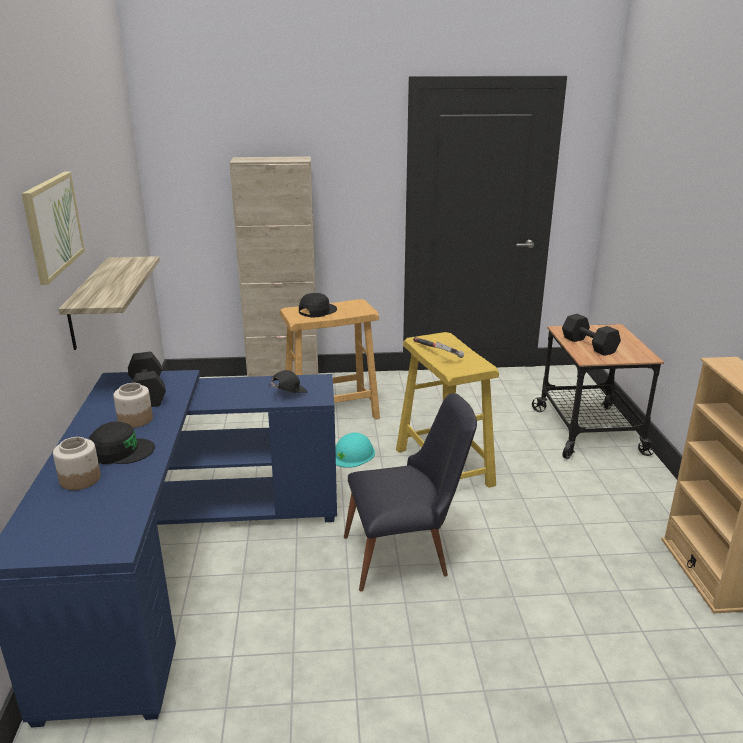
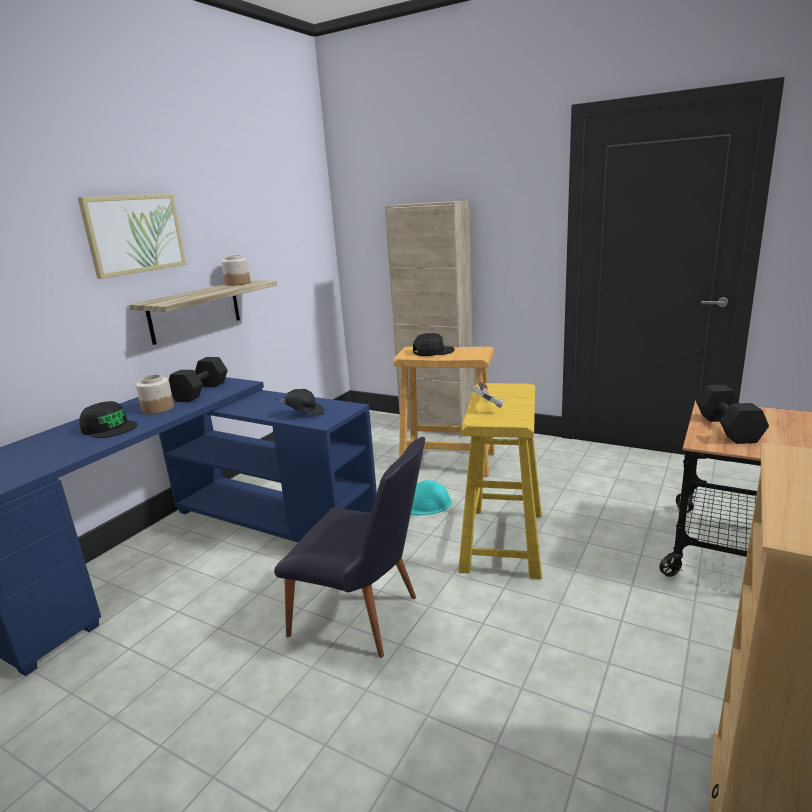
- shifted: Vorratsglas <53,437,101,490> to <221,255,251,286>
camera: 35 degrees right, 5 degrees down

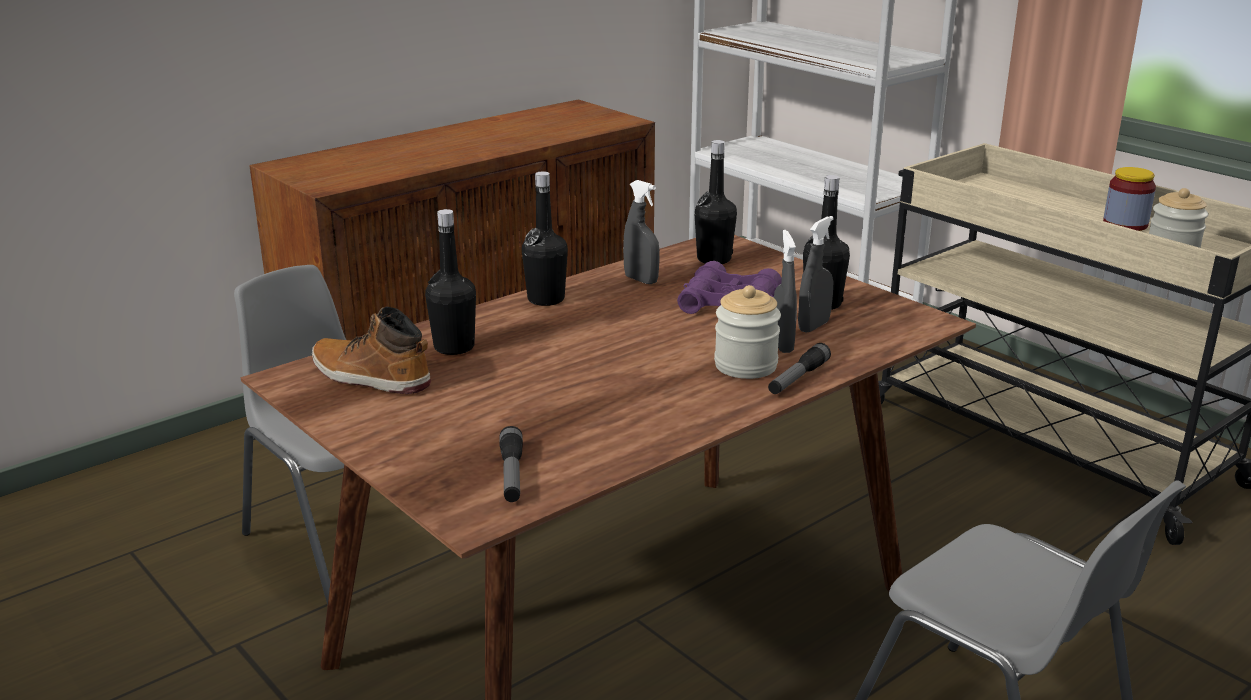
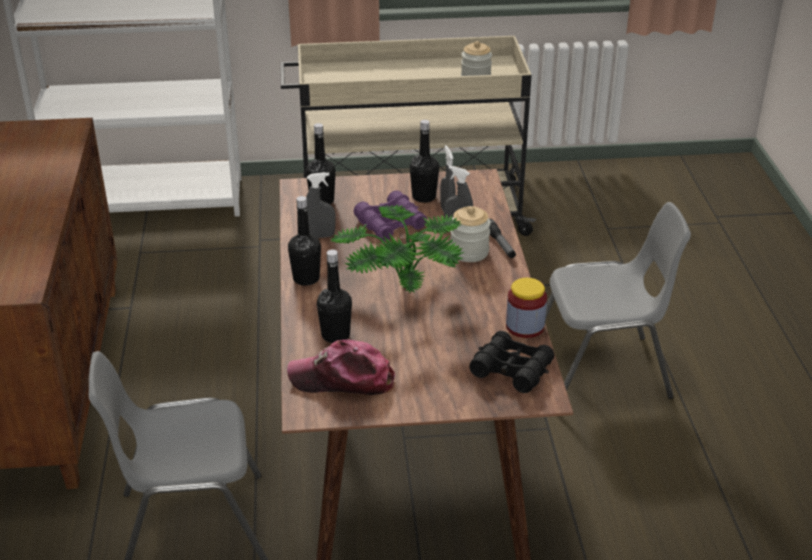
- swapped: Stiefel <312,307,431,394> to Kappe <287,339,395,395>
- swapped: Taschenlampe <499,426,523,502> to Fernglas [schwarz] <469,331,555,393>
- shifted: Vorratsglas <1103,167,1156,231> to <506,278,547,338>
- new: Topfpflanze <331,205,464,293>
camera: 55 degrees left, 10 degrees up

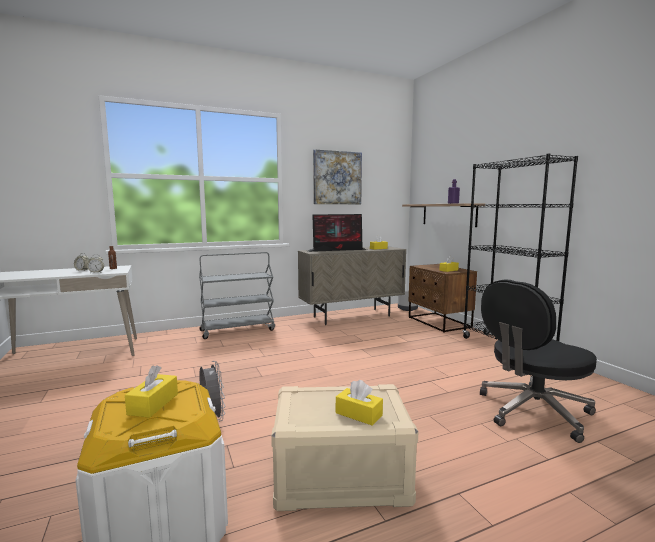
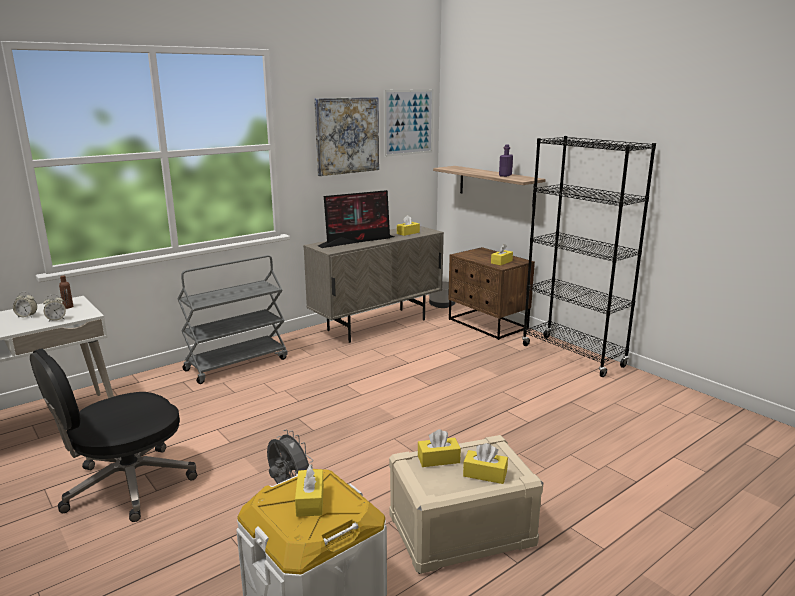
- shifted: Bürostuhl [schwarz] <480,280,597,443> to <30,348,197,522>
- new: Bild <384,89,434,157>
- new: Taschentuchbox [gelb] <418,429,461,467>
camera: 15 degrees left, 10 degrees up

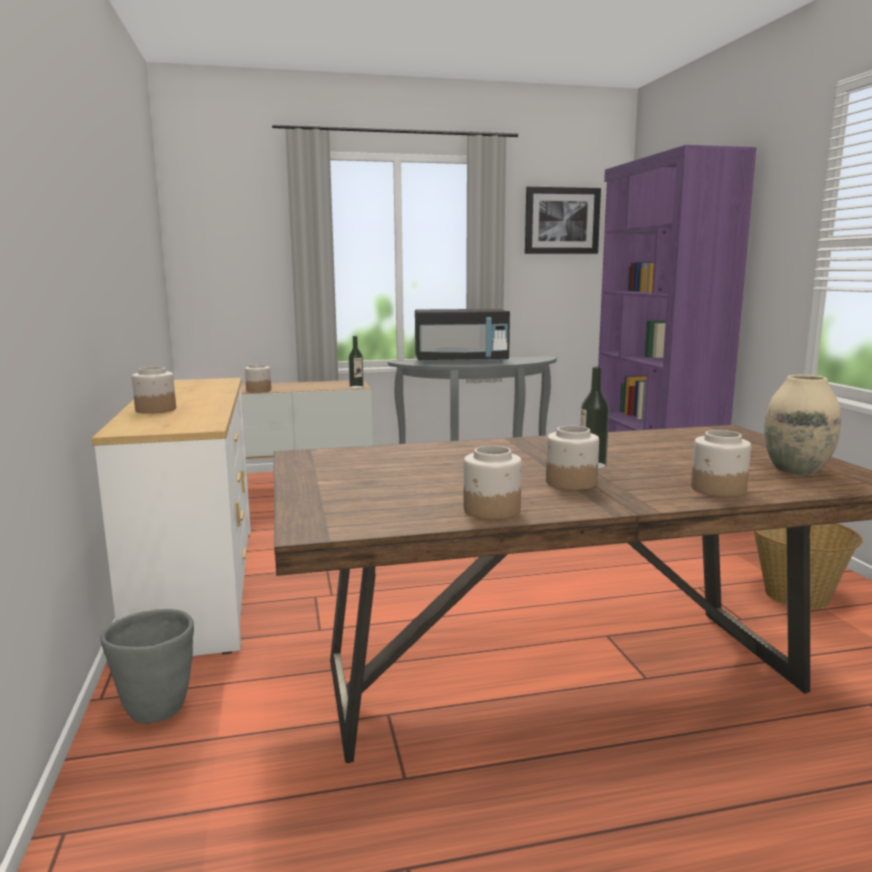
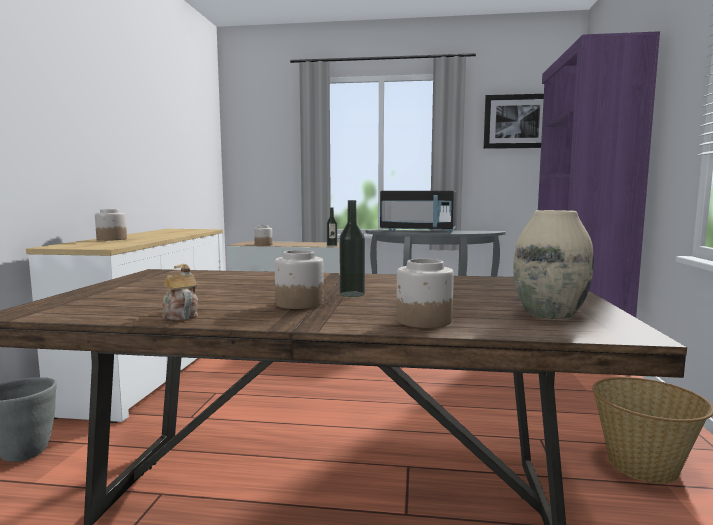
- swapped: Vorratsglas <464,446,522,519> to Teekanne <162,264,198,320>
camera: 20 degrees right, 5 degrees down

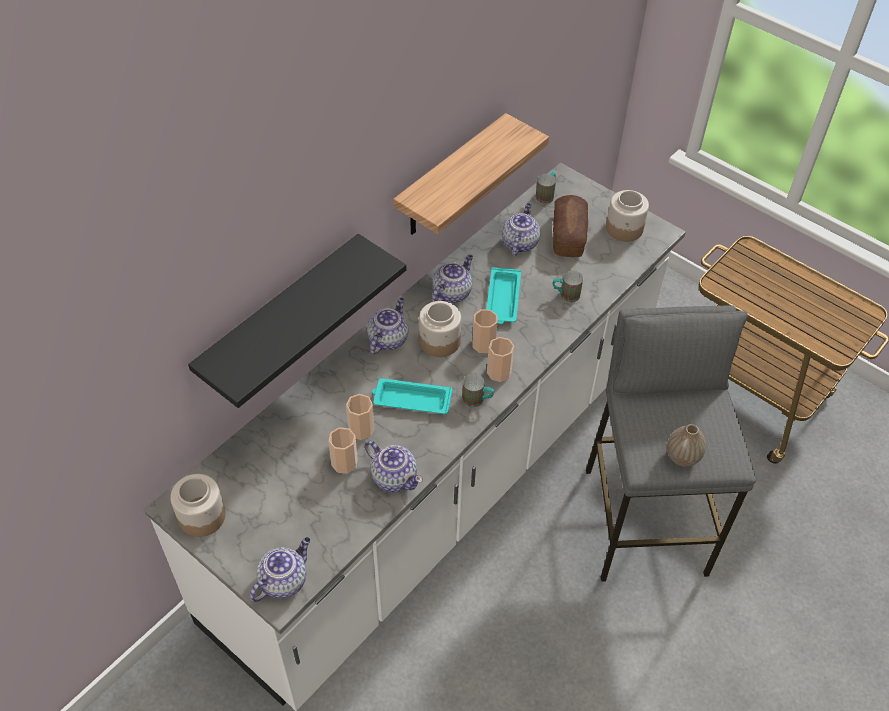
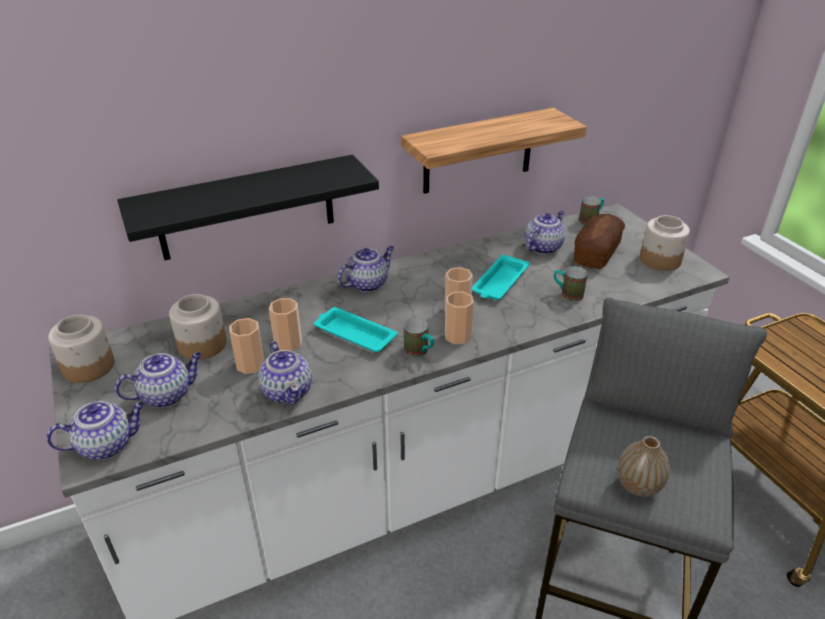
- shifted: Vorratsglas <419,301,461,357> to <169,294,226,360>
- shifted: Teekanne <432,255,473,303> to <115,352,202,407>
camera: 25 degrees right, 15 degrees down

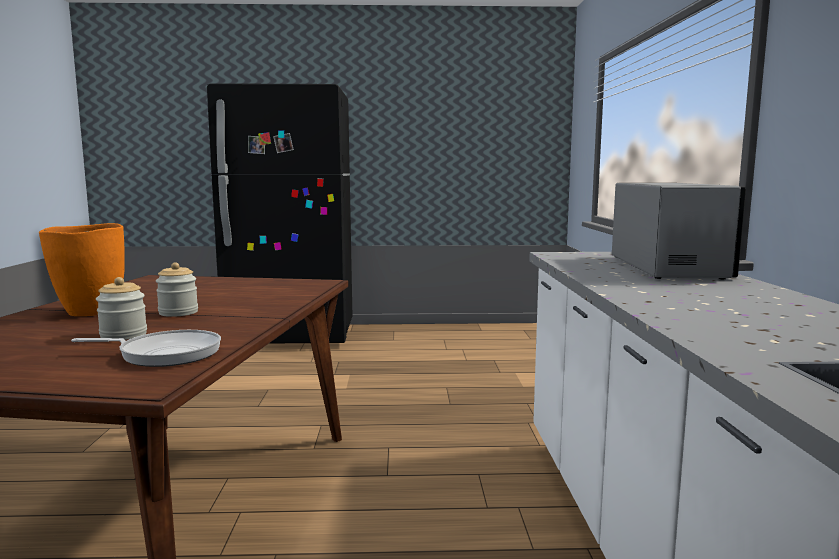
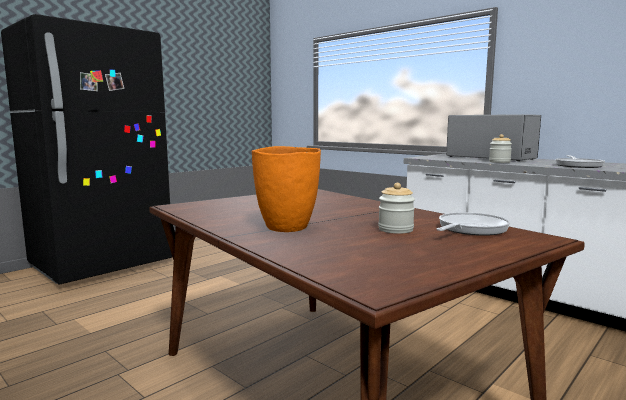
- shifted: Vorratsglas <156,262,198,317> to <489,134,512,163>
- new: Pfanne <555,155,605,168>
camera: 45 degrees left, 0 degrees up

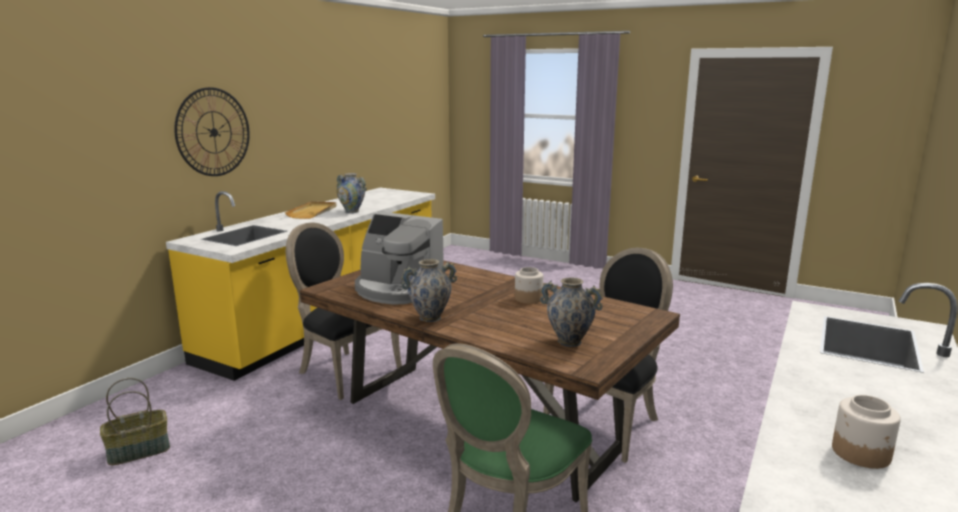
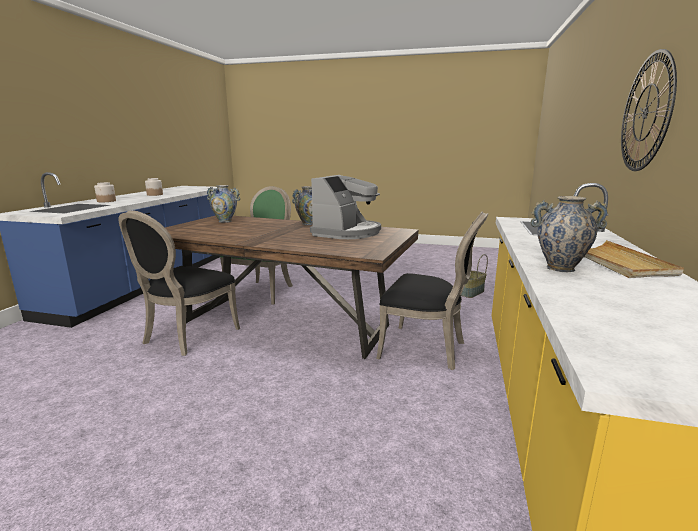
- rotated: Kaffeemaschine <355,212,444,305> = <310,175,381,239> 105 degrees clockwise
- shifted: Vorratsglas <515,267,543,304> to <94,182,116,202>
camera: 165 degrees right, 0 degrees up

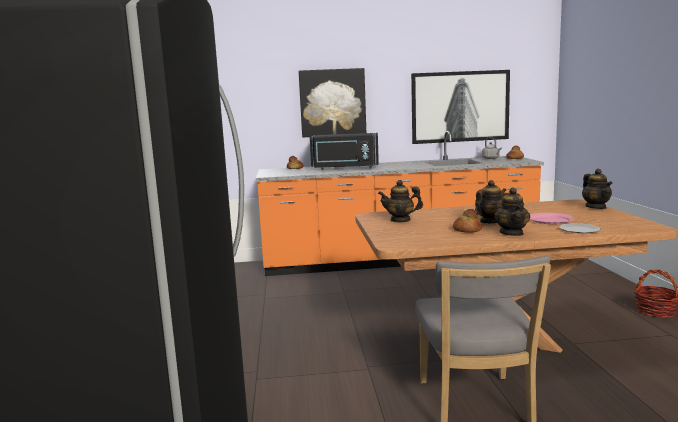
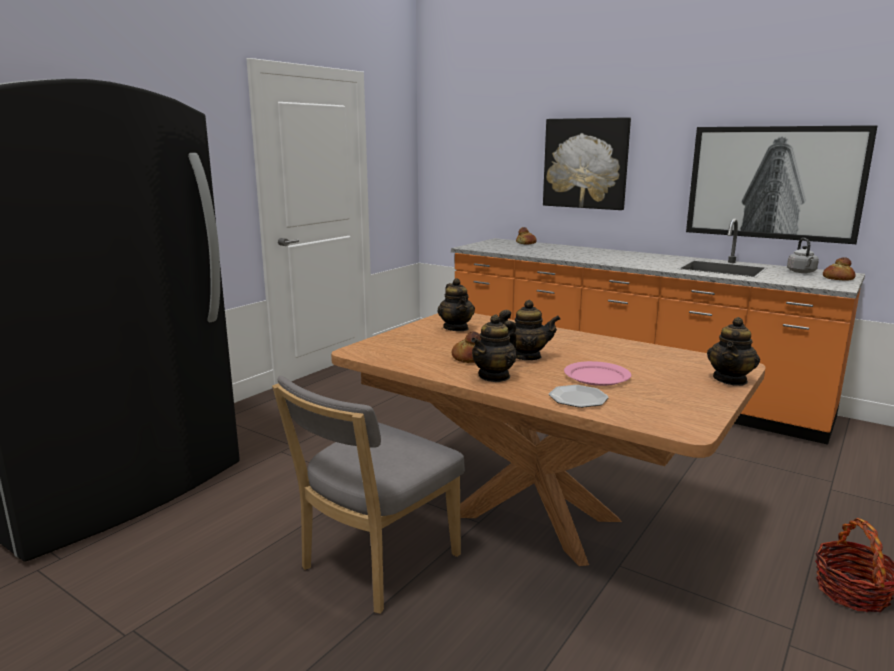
- gone: Mikrowelle [schwarz] <310,133,379,170>
- rotated: Teekanne <378,180,423,223> = <438,278,475,331> 150 degrees counterclockwise
camera: 40 degrees right, 5 degrees up

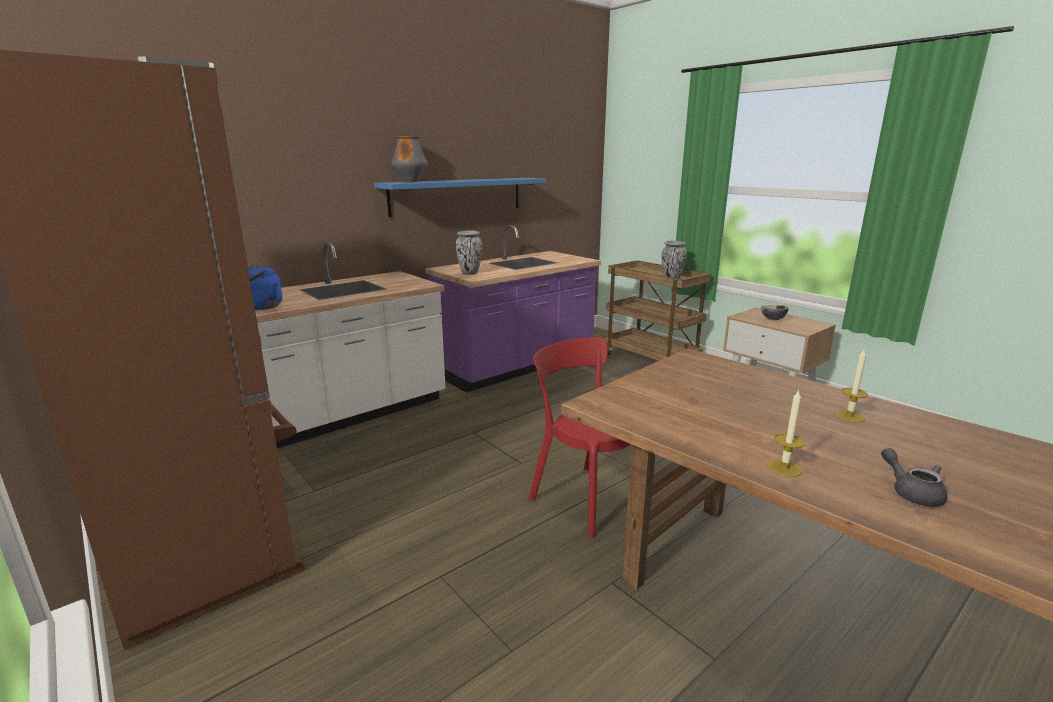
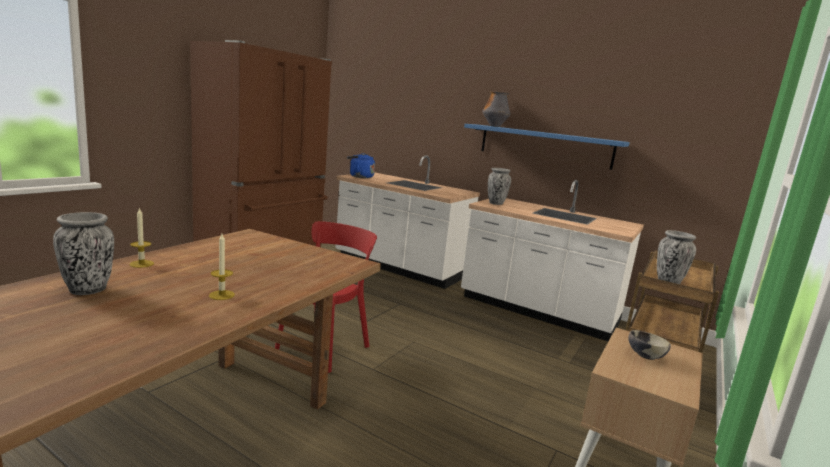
- repainted: Küchenzeile [lila] <425,225,601,393> to Küchenzeile [weiß] <461,180,644,341>
- swapped: Teekanne [grau] <881,448,947,507> to Vase <53,212,114,295>
camera: 70 degrees right, 5 degrees down

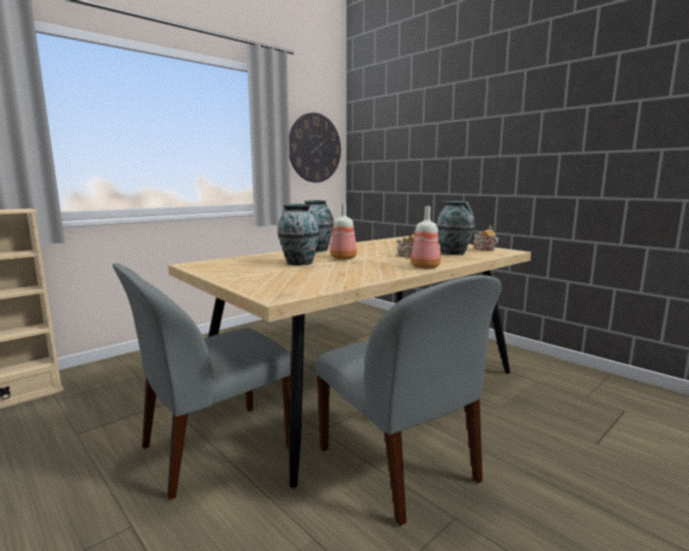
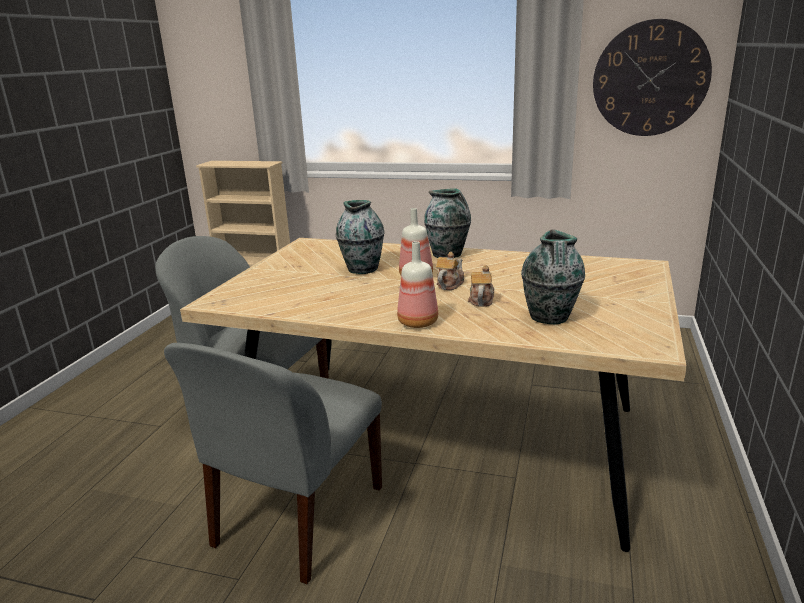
- shifted: Teekanne <473,225,498,251> to <436,252,464,290>
camera: 60 degrees right, 10 degrees up

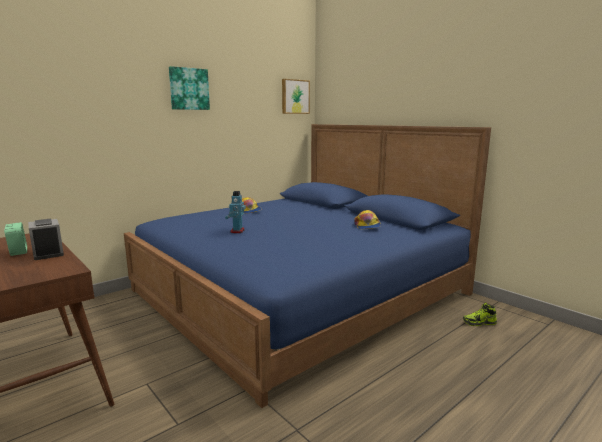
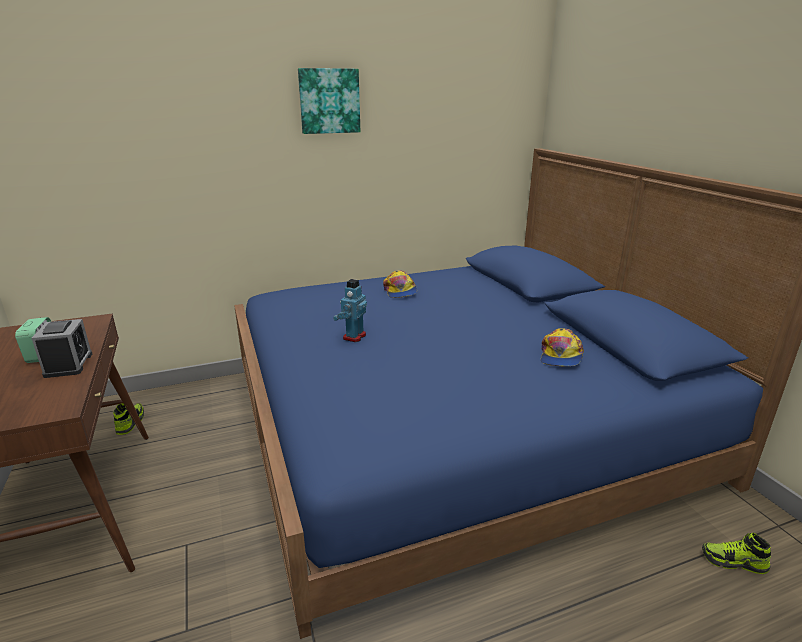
- gone: Bild <282,79,310,114>
- new: Schuh <113,403,144,435>
camera: 20 degrees right, 10 degrees up

